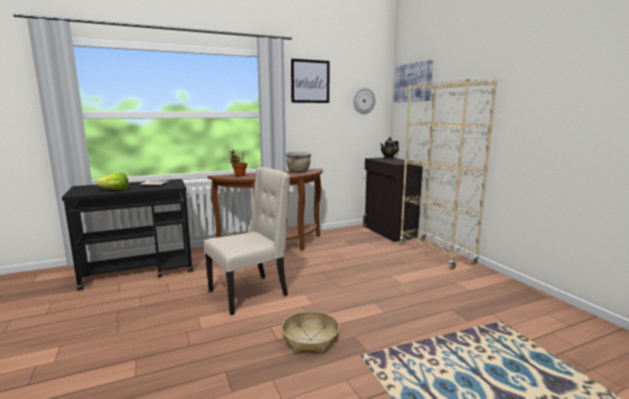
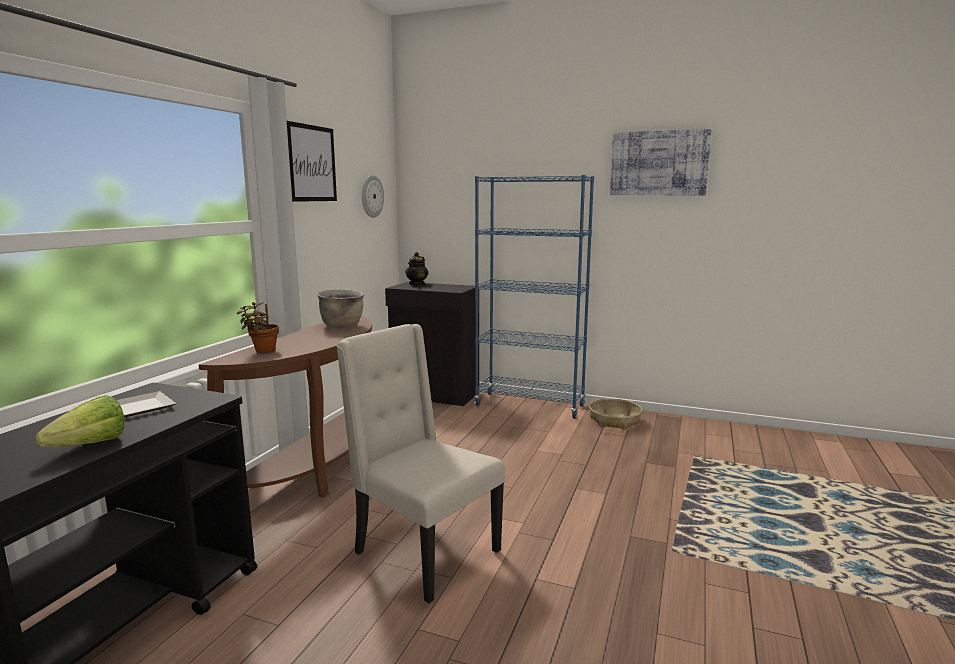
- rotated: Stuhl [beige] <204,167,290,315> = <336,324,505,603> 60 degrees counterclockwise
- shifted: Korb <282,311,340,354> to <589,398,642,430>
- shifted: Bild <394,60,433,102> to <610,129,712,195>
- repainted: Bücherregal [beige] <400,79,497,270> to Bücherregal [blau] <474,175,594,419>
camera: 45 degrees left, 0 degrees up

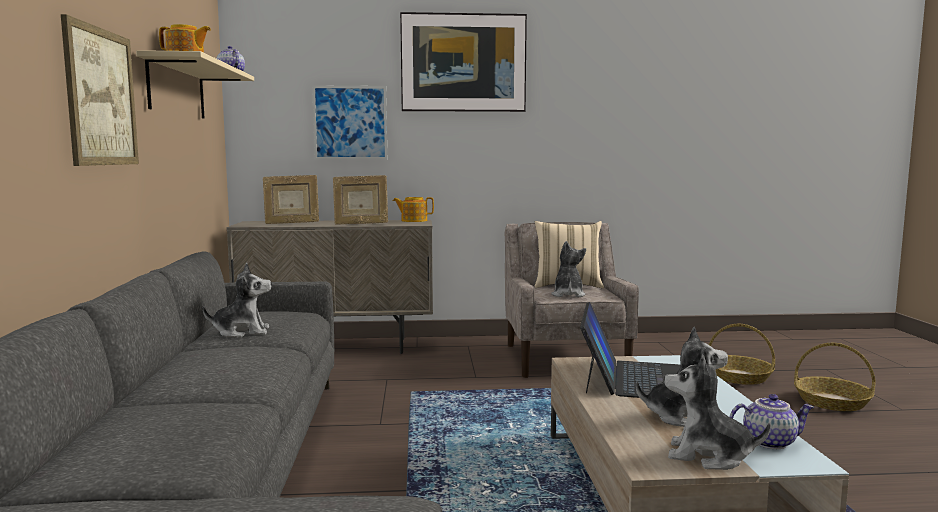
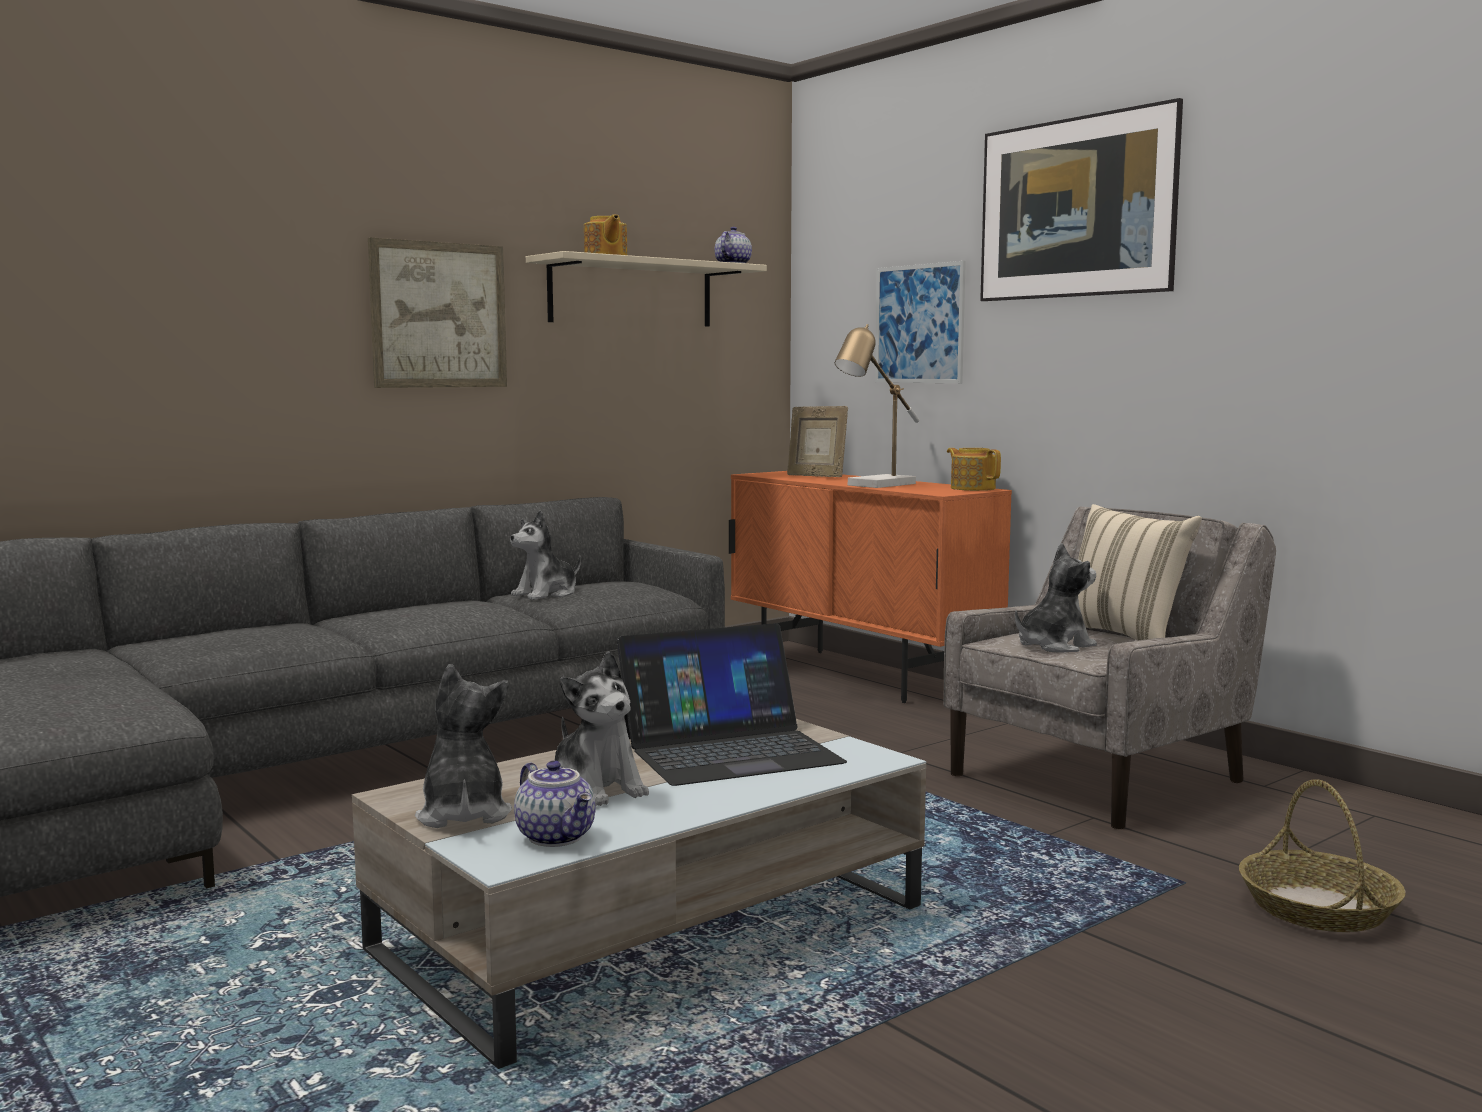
- rotated: Plüschtier <203,263,272,338> = <510,510,581,600> 90 degrees clockwise
- repainted: Schrank [beige] <226,220,433,354> to Schrank [orange] <729,471,1012,703>
- swapped: Bilderrahmen <333,175,388,225> to Tischlampe <835,324,920,488>
- gone: Korb <794,343,875,411>
camera: 55 degrees right, 0 degrees up

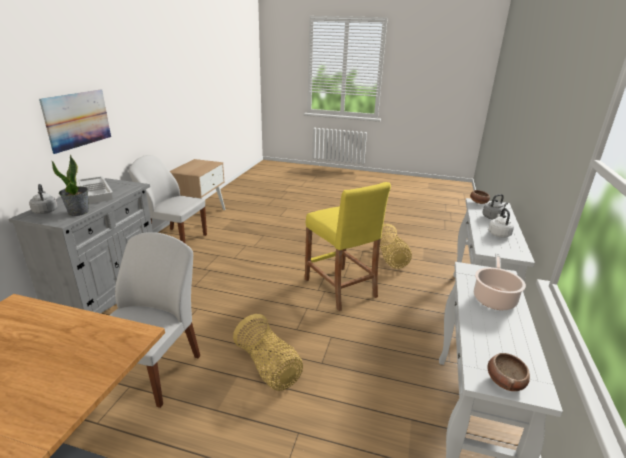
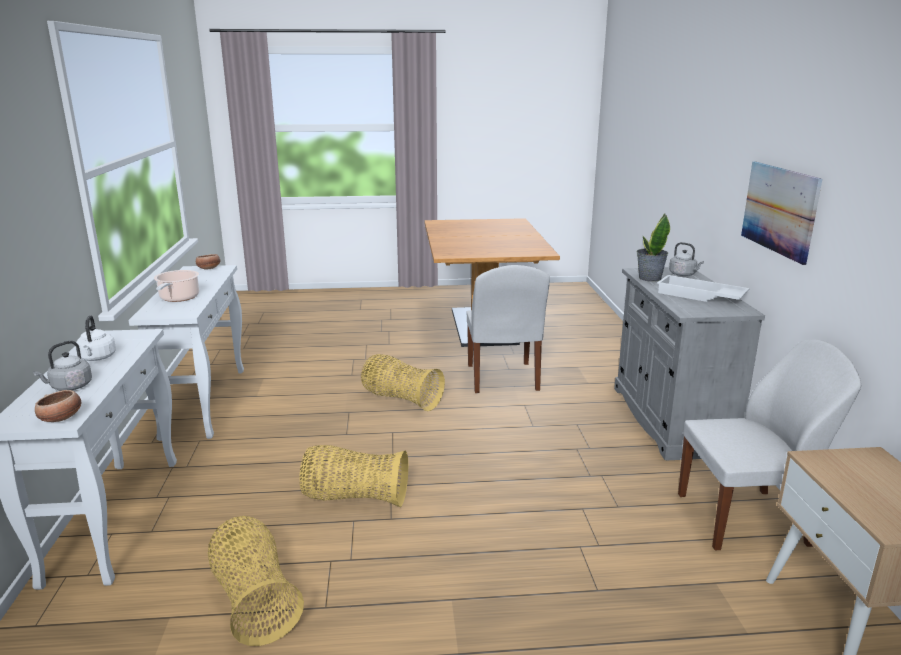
- swapped: Hocker [gelb] <305,182,391,311> to Korb <299,445,408,507>
camera: 160 degrees right, 5 degrees down

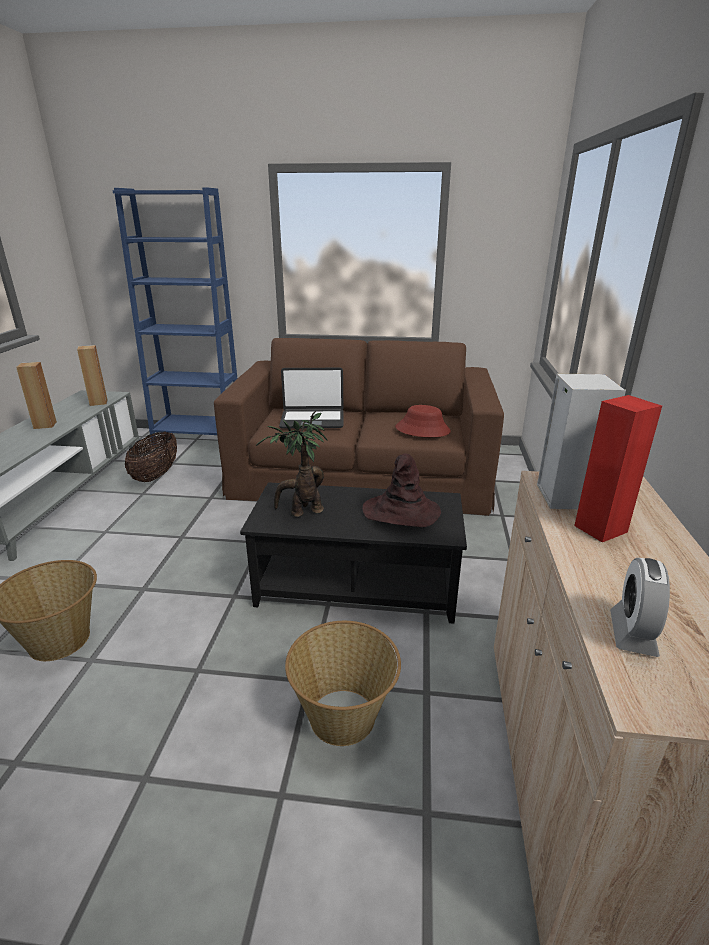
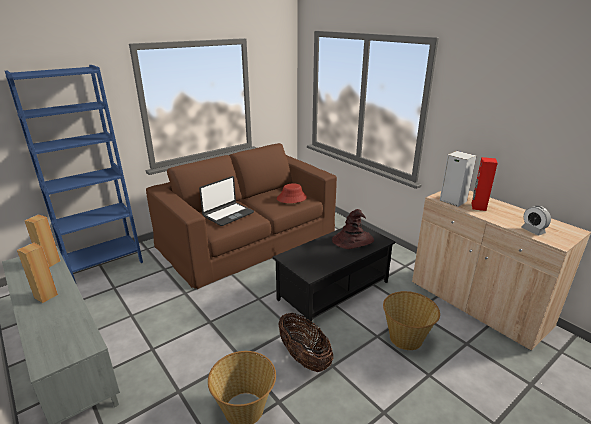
- shifted: Korb <125,432,177,482> to <278,313,334,372>
- gone: Topfpflanze <256,411,328,517>
camera: 45 degrees left, 0 degrees up

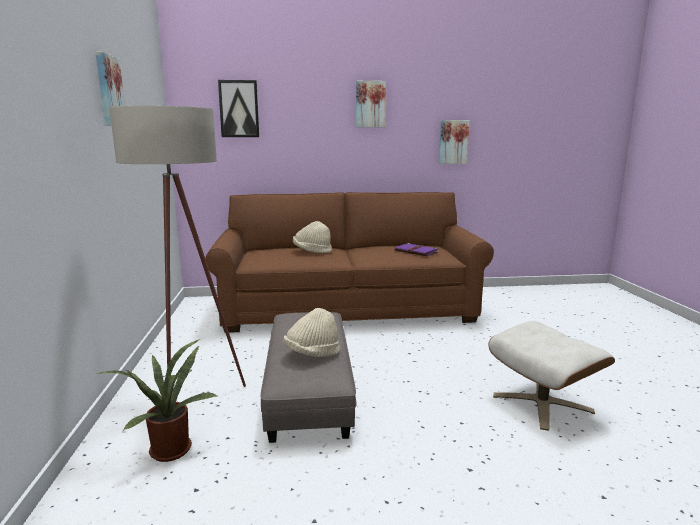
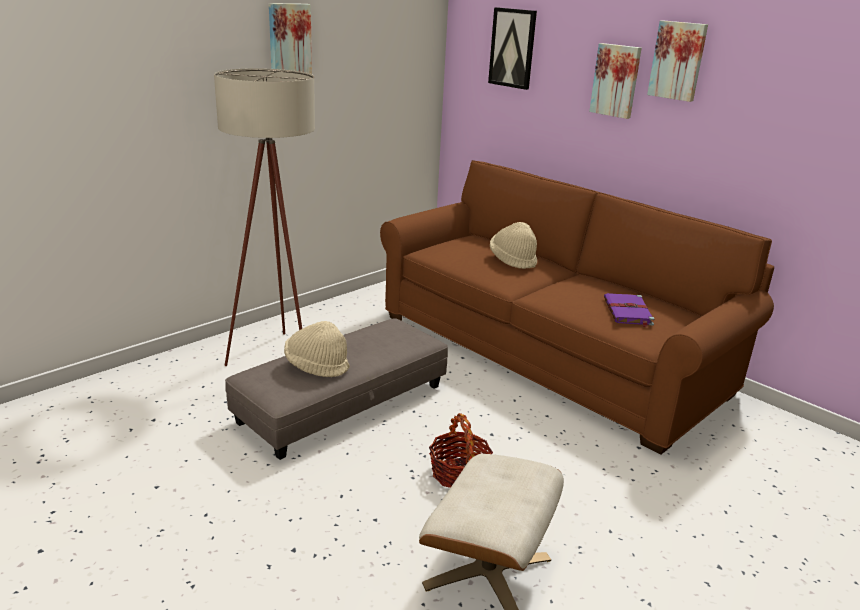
- gone: Topfpflanze <97,339,219,462>
- shifted: Bild <439,120,470,164> to <589,43,642,119>
- new: Korb <429,413,493,488>
camera: 50 degrees right, 10 degrees up

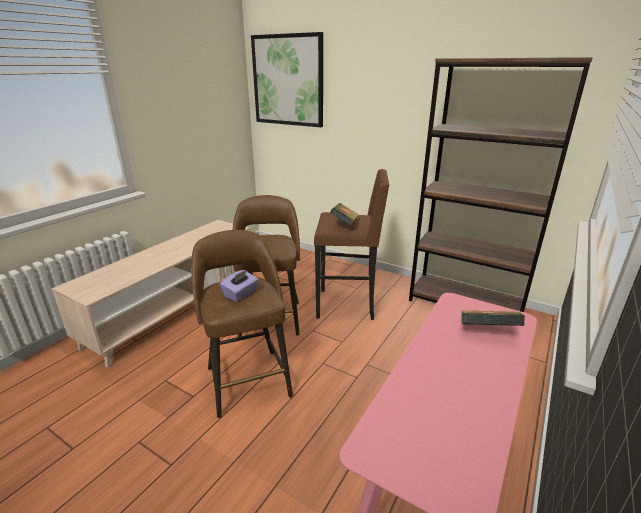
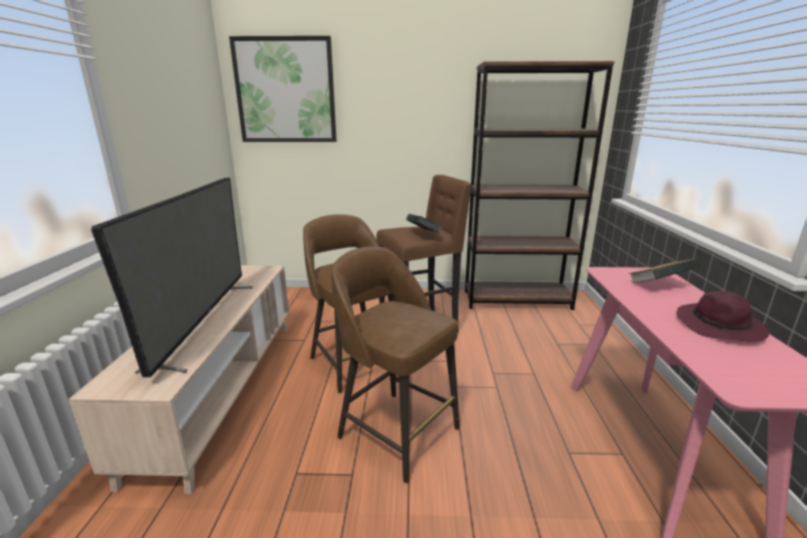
- gone: Taschentuchbox [lila] <220,270,258,302>
- new: Fernseher <91,178,253,377>
- new: Hut [lila] <677,291,769,342>
camera: 30 degrees left, 5 degrees down

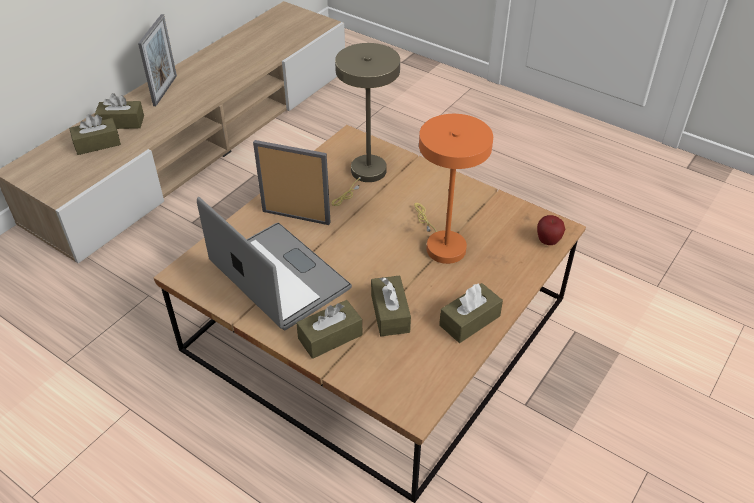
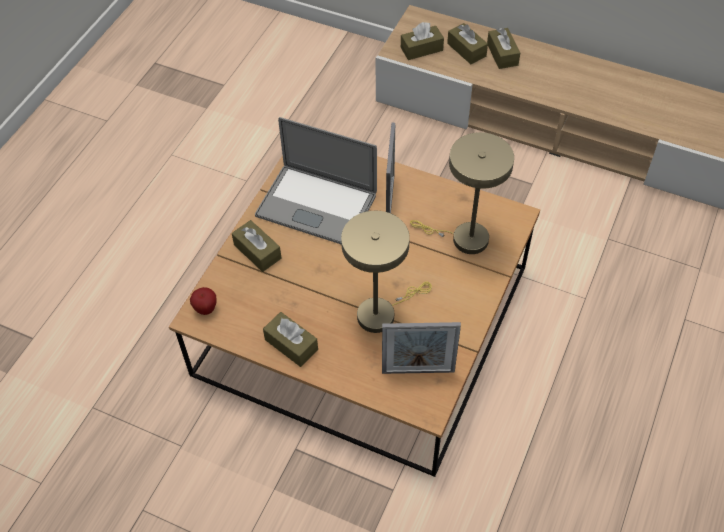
- shifted: Bilderrahmen <138,14,177,106> to <382,322,461,374>
- rotated: Laptop <197,197,352,330> = <255,117,377,245> 75 degrees clockwise
- shifted: Taschentuchbox [braun] <371,275,411,336> to <401,22,444,60>
- repainted: Tischlampe [orange] <414,114,493,264> to Tischlampe [beige] <341,211,432,333>
- shifted: Apfel <537,215,565,245> to <190,287,216,315>
camera: 80 degrees right, 10 degrees up

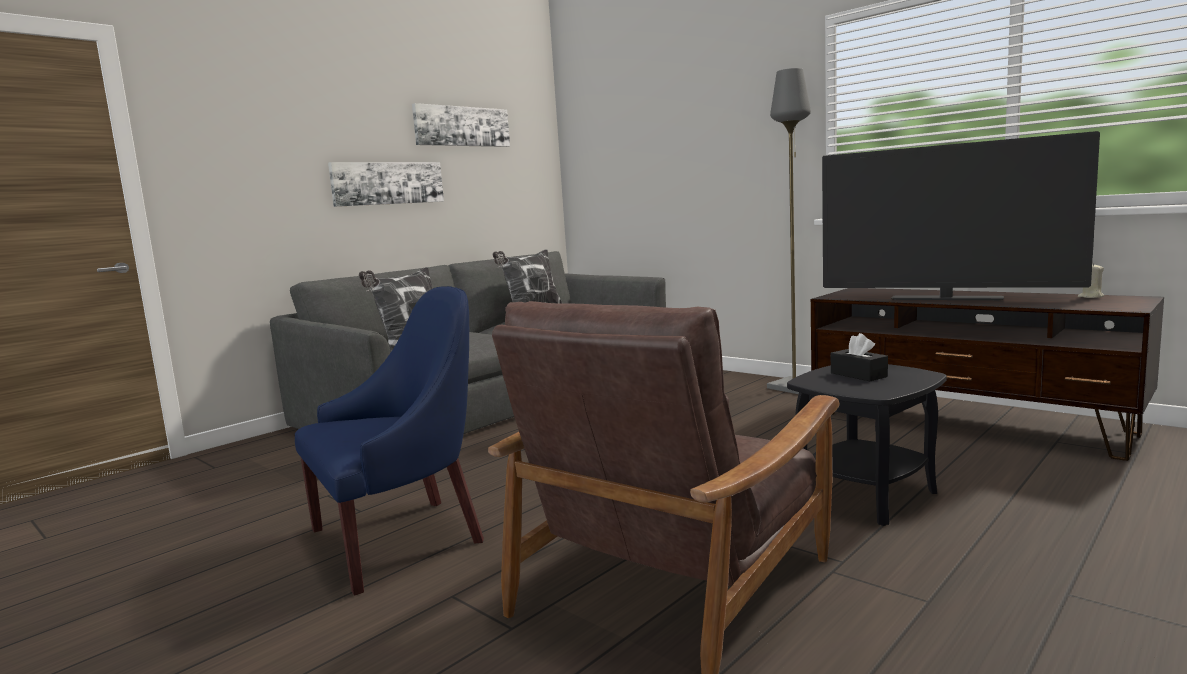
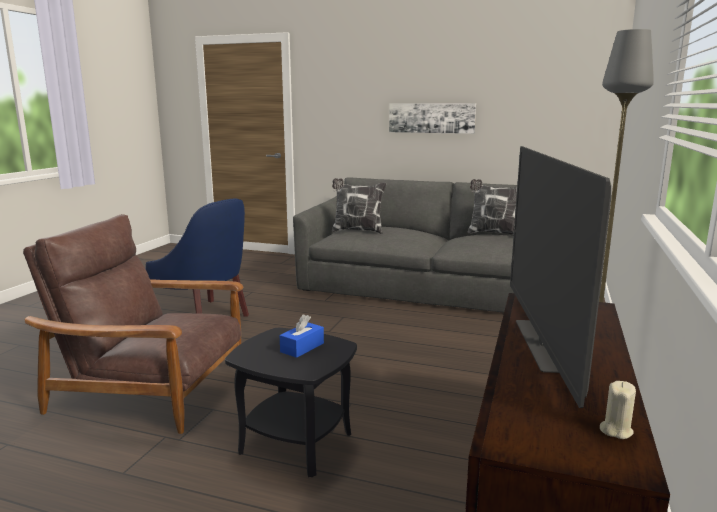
- gone: Bild <412,103,510,147>
- repainted: Taschentuchbox [schwarz] <831,333,888,381> to Taschentuchbox [blau] <279,314,324,358>
camera: 65 degrees right, 5 degrees up

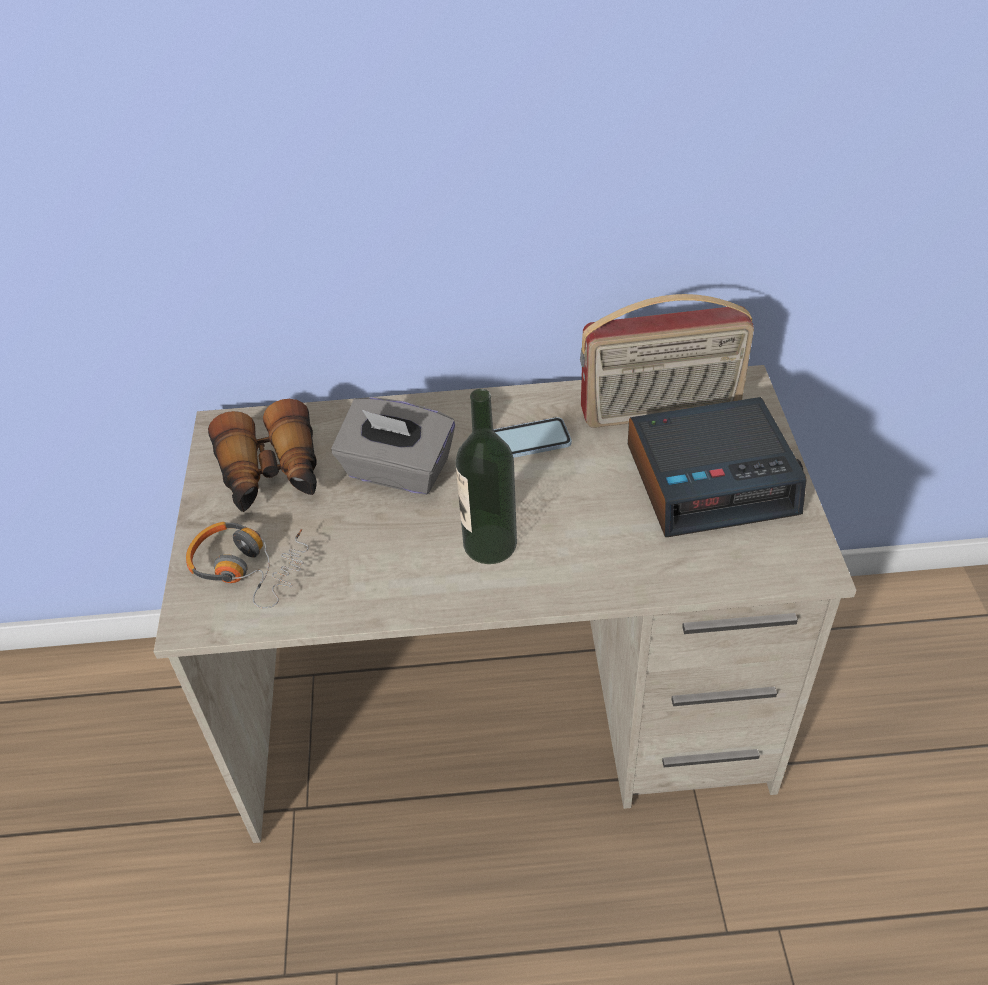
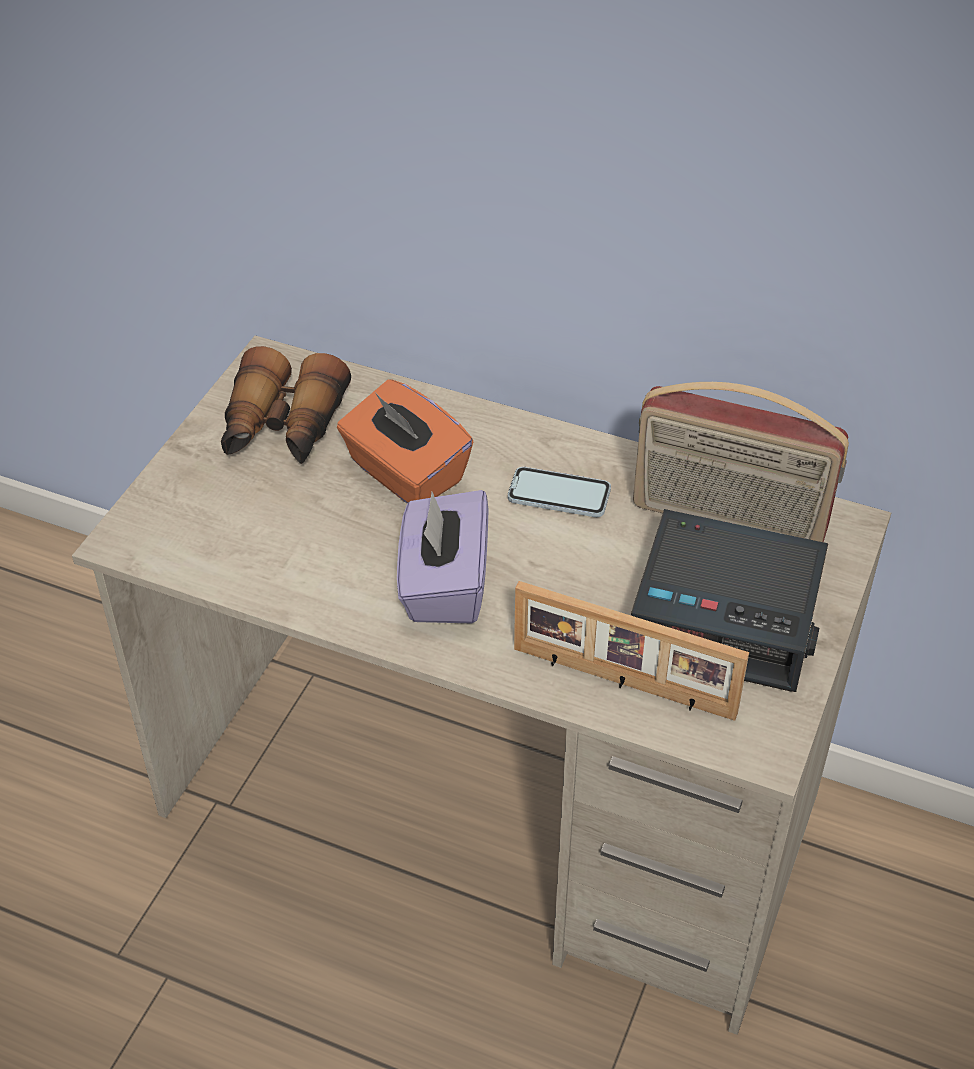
- gone: Kopfhörer <186,522,309,608>
- repainted: Taschentuchbox [grau] <331,397,455,495> to Taschentuchbox [orange] <337,379,473,503>
- swapped: Flasche <456,389,517,564> to Taschentuchbox [lila] <397,490,488,623>
- new: Bilderrahmen <514,581,749,721>
camera: 25 degrees right, 0 degrees up

